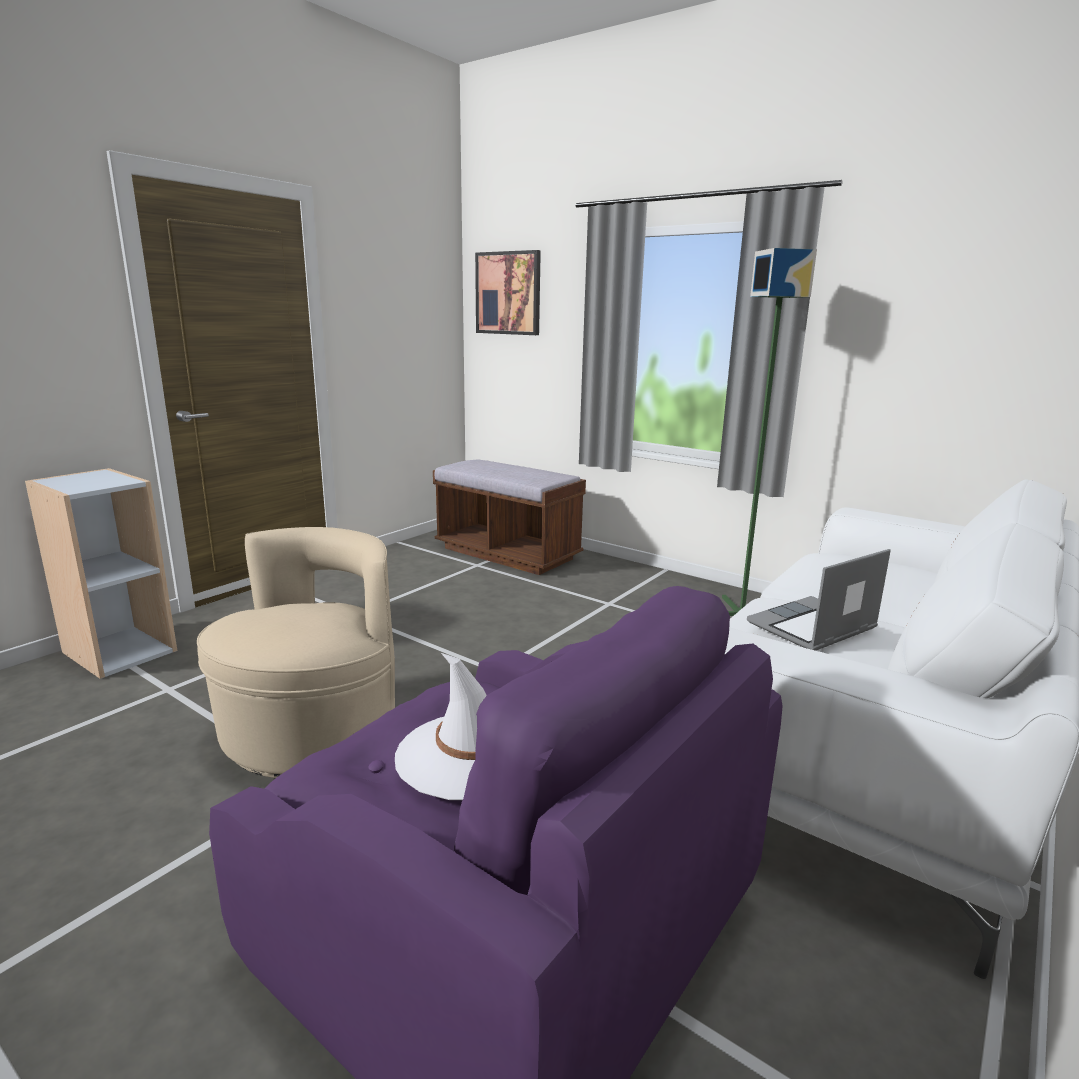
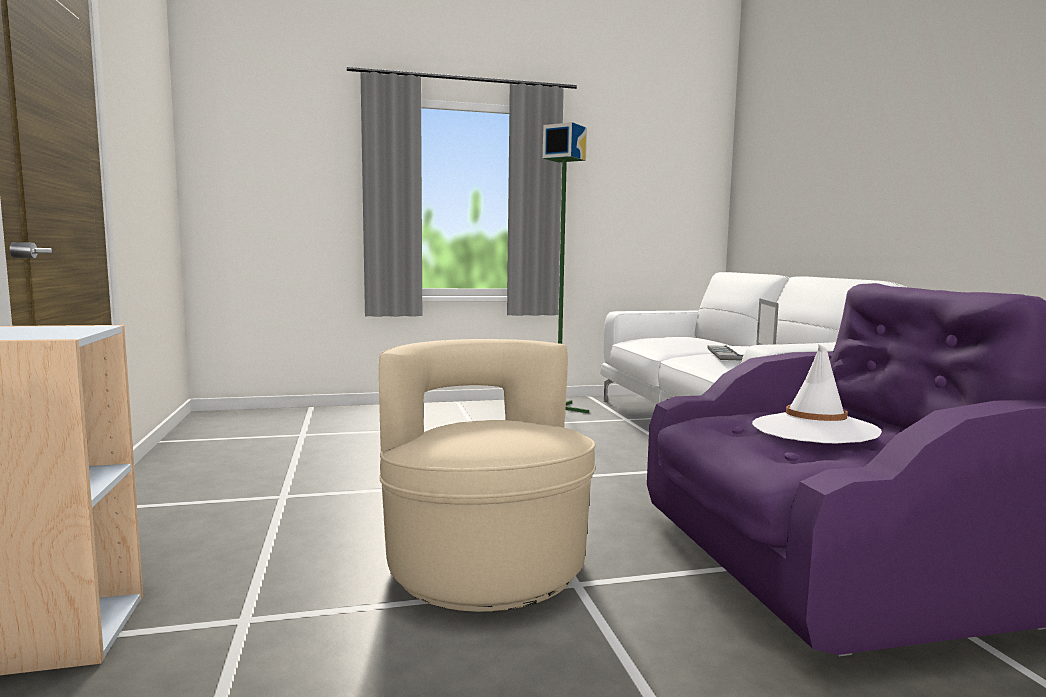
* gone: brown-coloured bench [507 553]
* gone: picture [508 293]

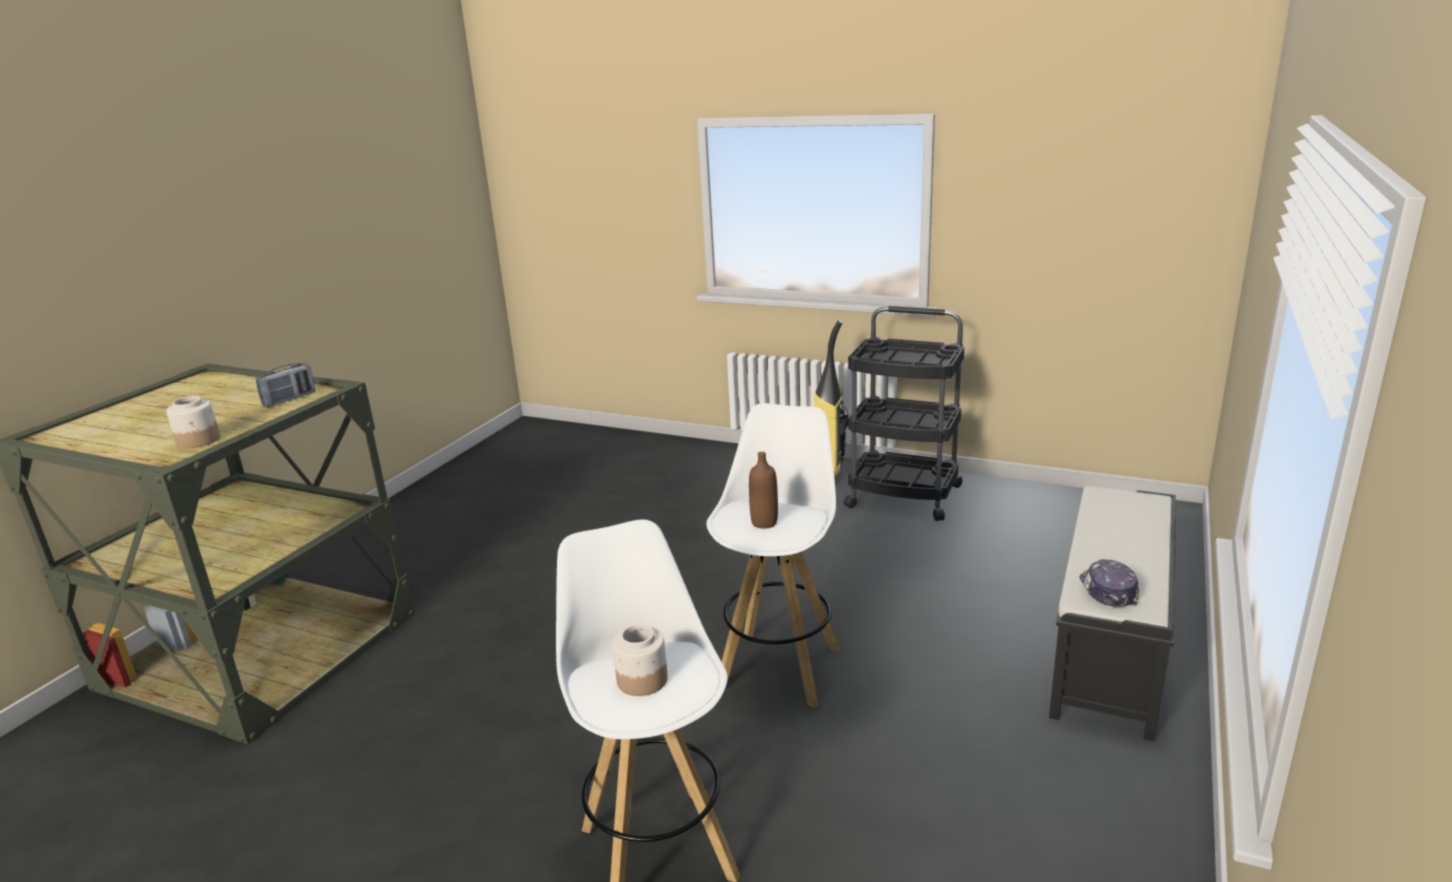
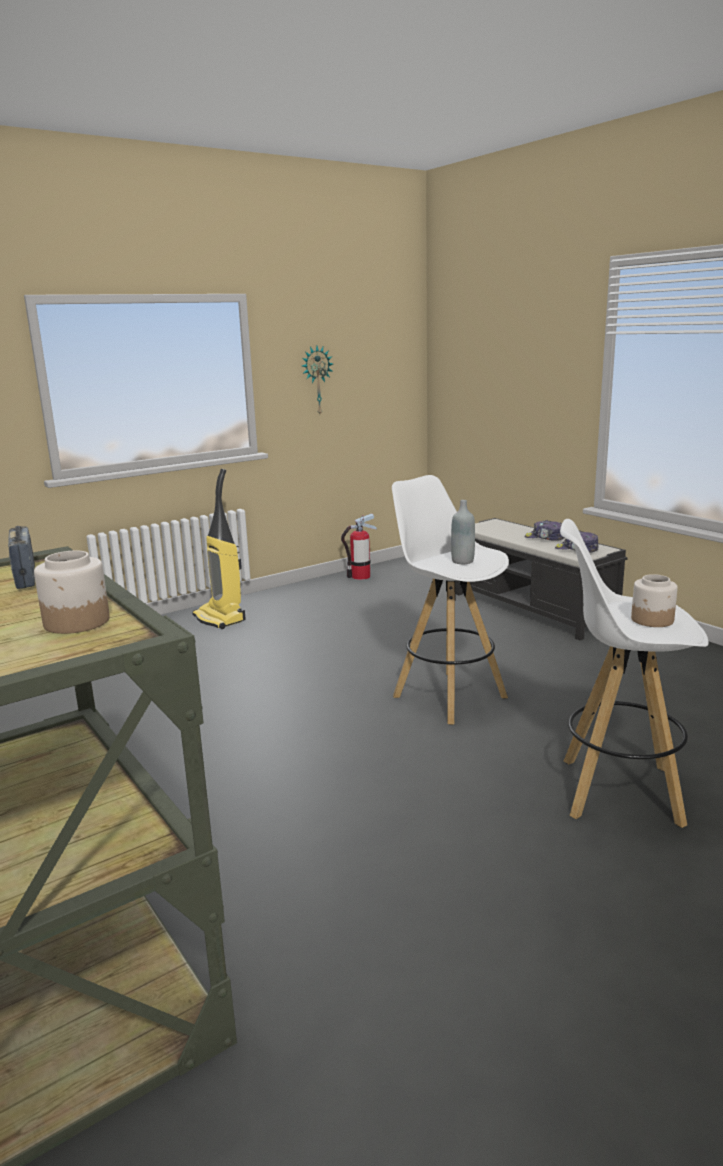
* new: hanging clock [316 380]
* new: fire extinguisher [360 576]
* repainted: brown-coloured bottle [764 522] to greyish bottle [462 561]
* new: peaked cap [545 538]
* gone: blackish cart [902 496]

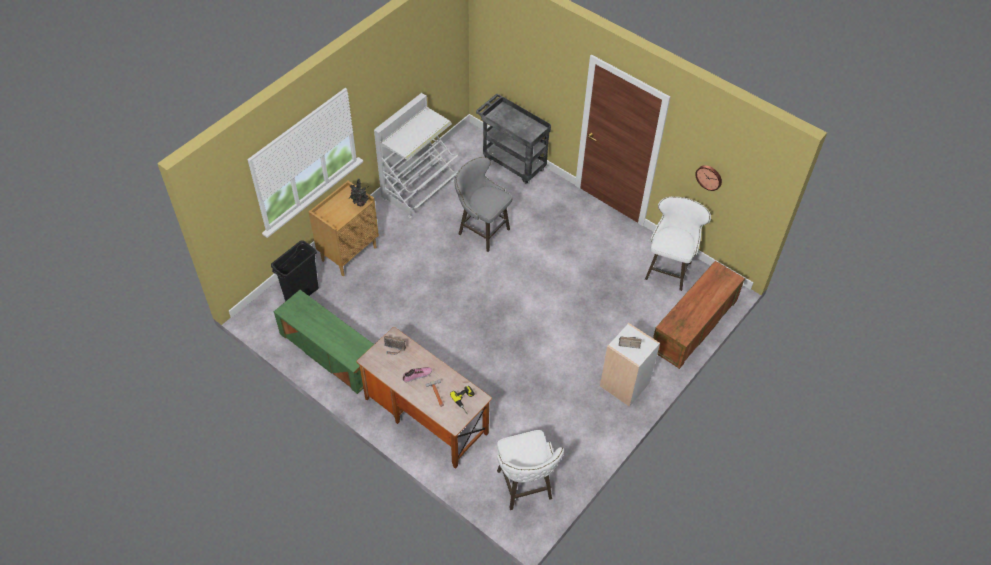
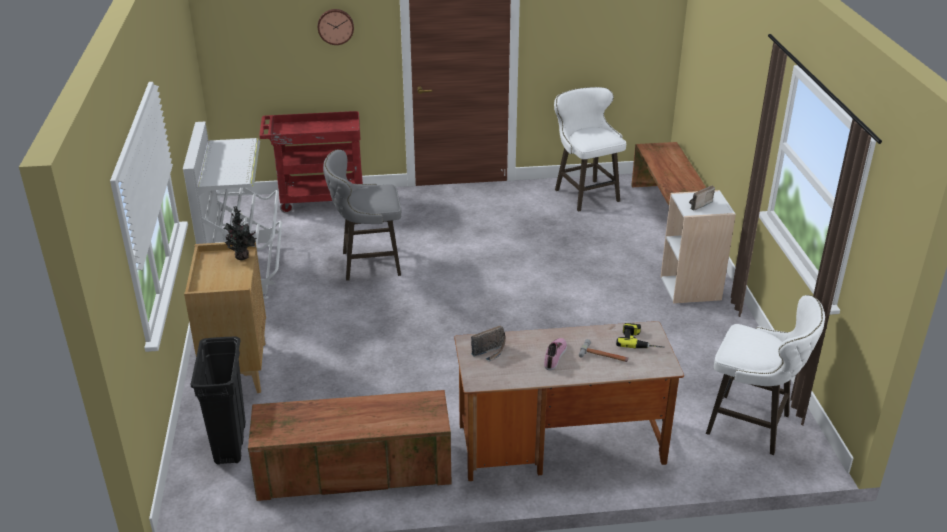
* repainted: green bench [329 352] to brown-coloured bench [353 471]
* repainted: blackish cart [511 164] to red cart [318 203]
* shifted: hanging clock [709 177] to [335 26]

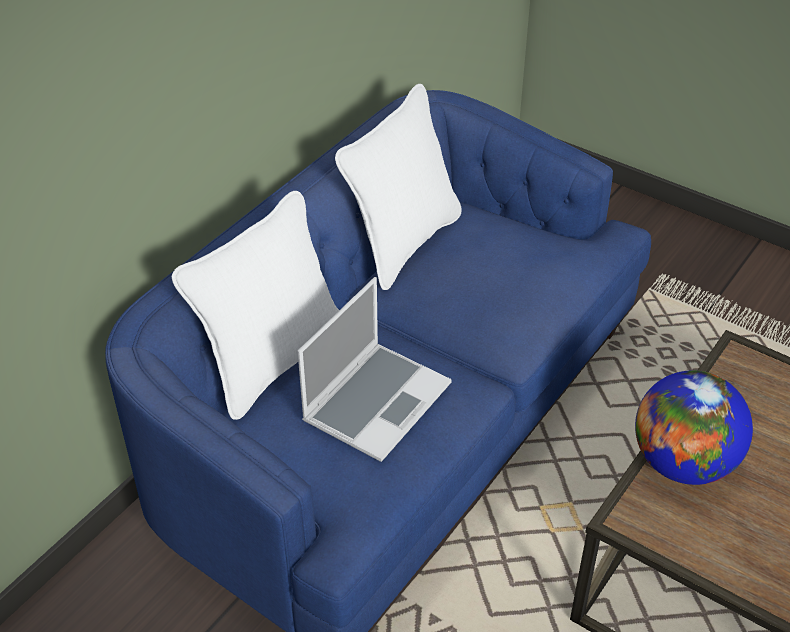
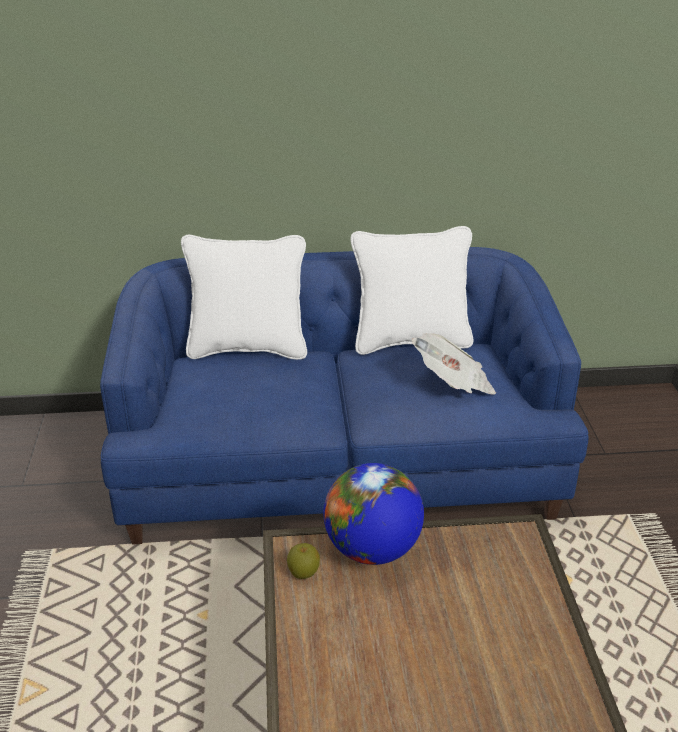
* new: apple fruit [303 572]
* new: newspaper [453 384]
* gone: portable computer [376 401]

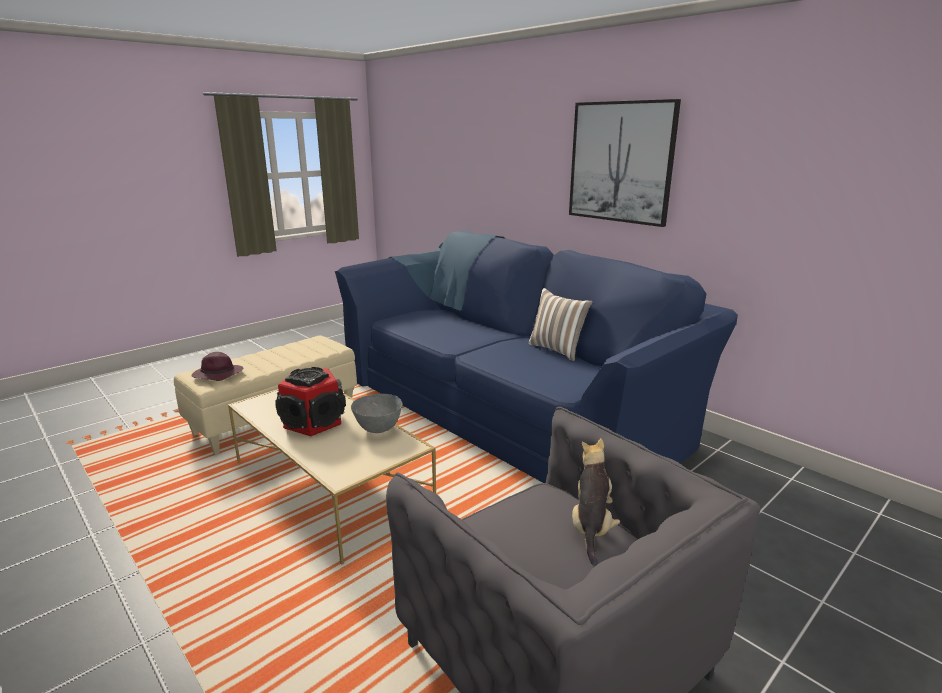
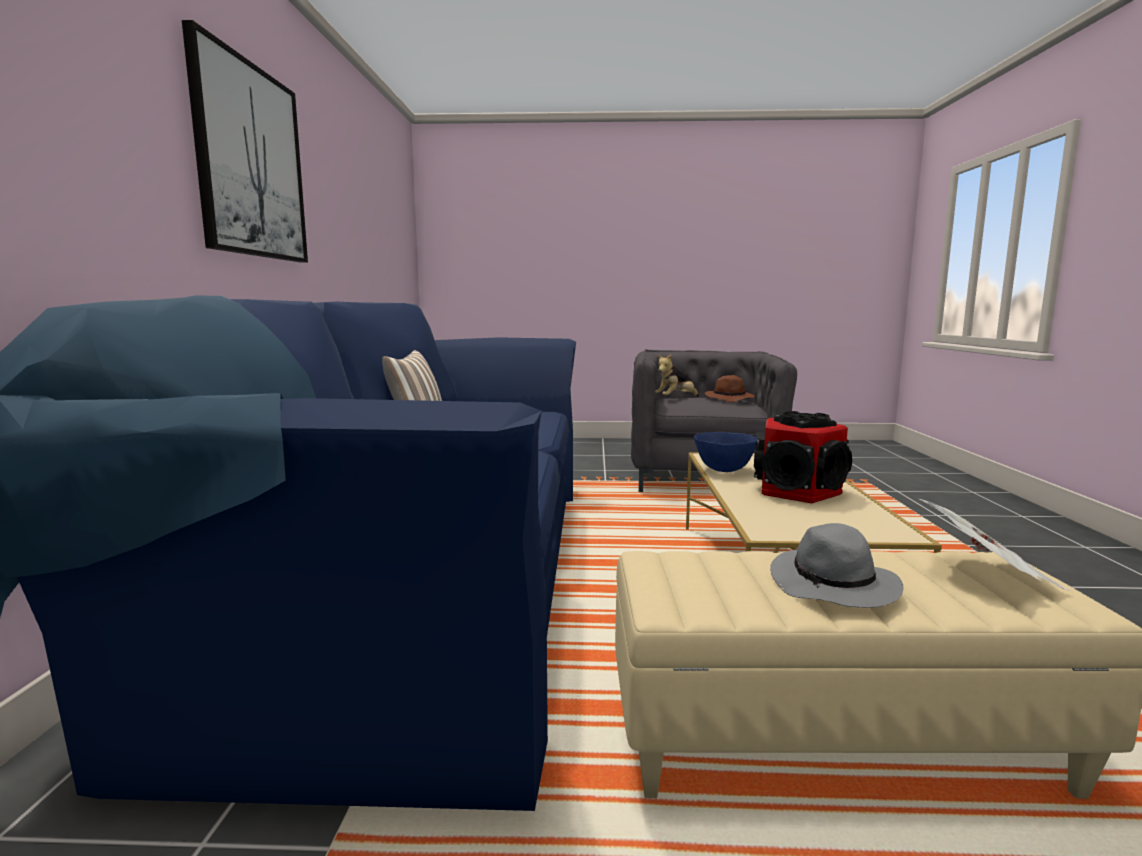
* repainted: greyish bowl [378 429] to bluish bowl [724 470]
* new: brown-coloured clothing hat [730 398]
* new: greyish clothing hat [834 586]
* swapped: purple-coloured clothing hat [217 375] to newspaper [987 576]

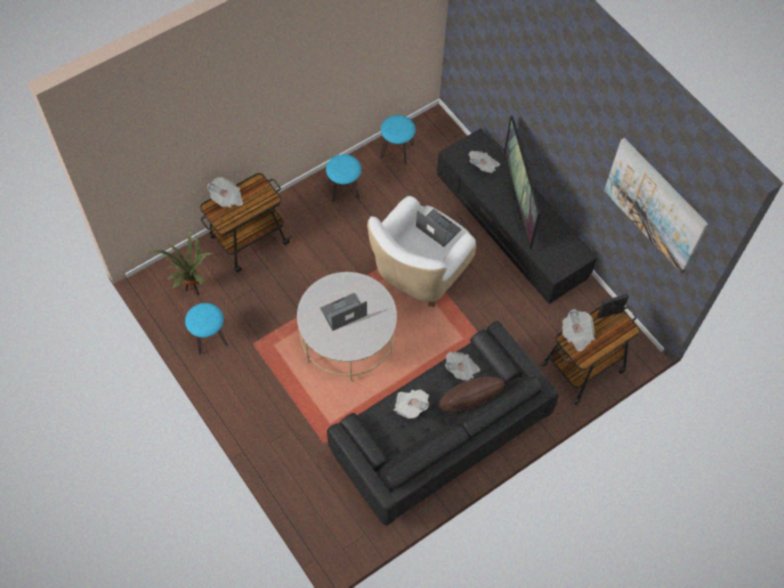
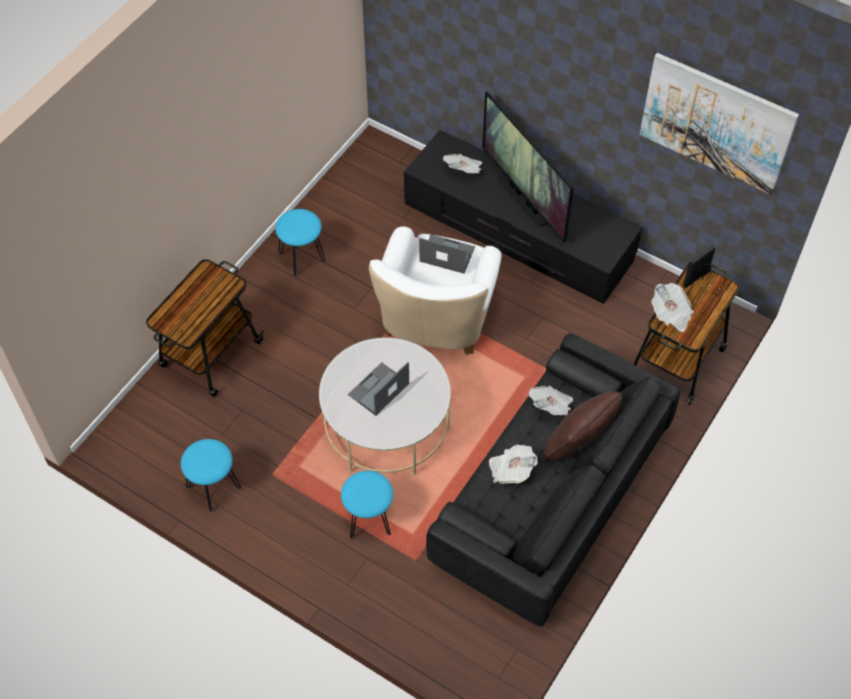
* shifted: turquoise-coloured sitting stool [397 151] to [369 519]
* gone: houseplant [193 289]
* gone: newspaper [227 198]

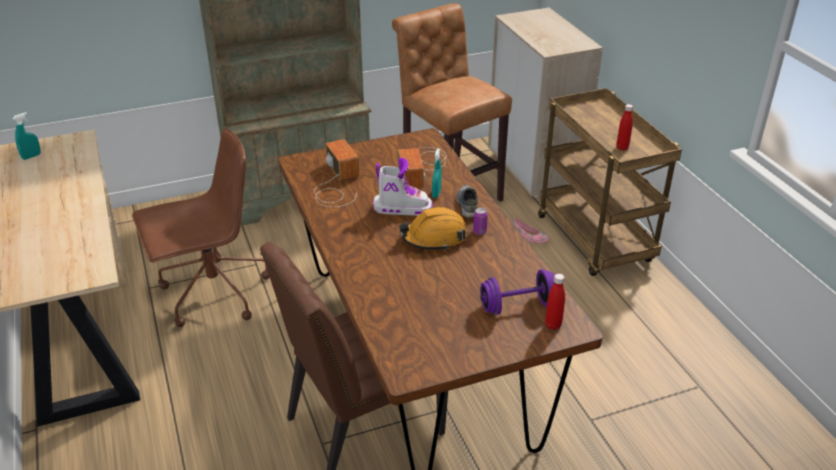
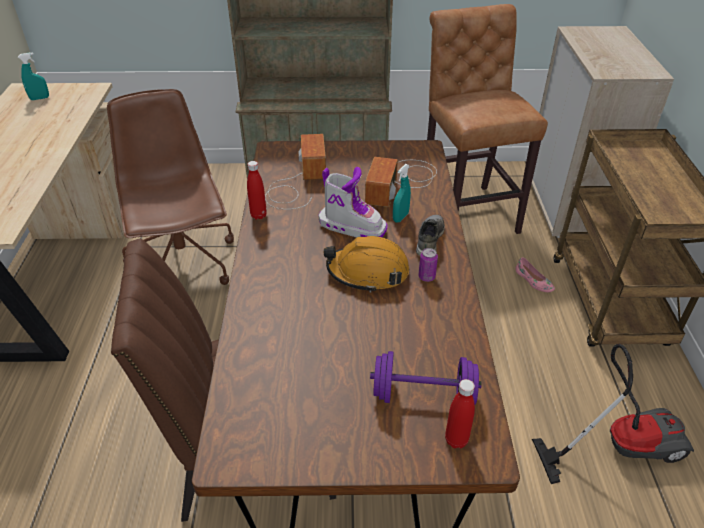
* rotated: brown-coloured desk chair [210 295] = [185 267] 105 degrees counterclockwise
* shifted: red bottle [622 147] to [258 215]
* new: hoover [619 444]

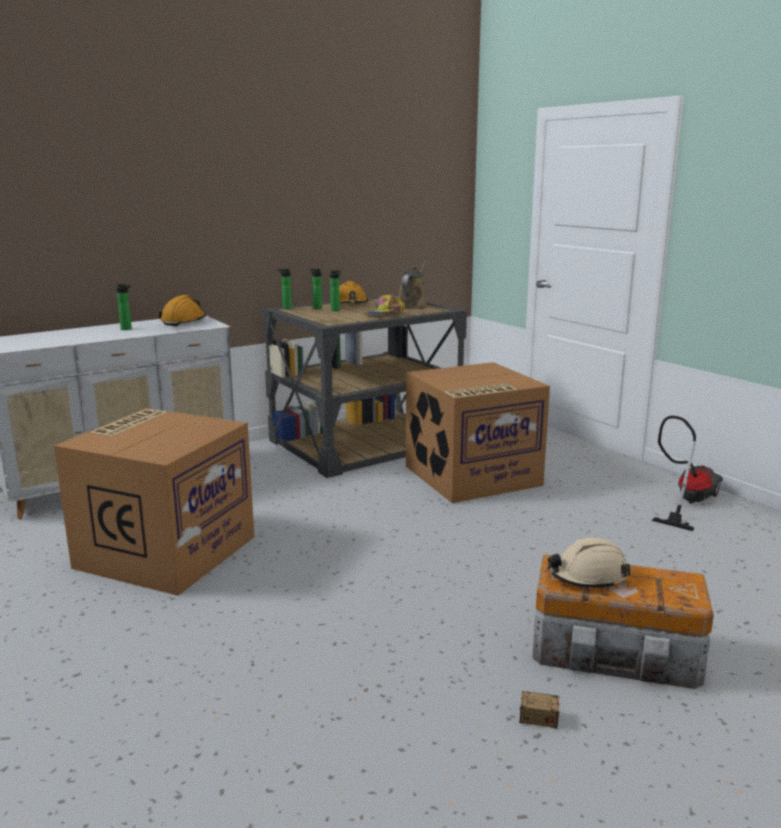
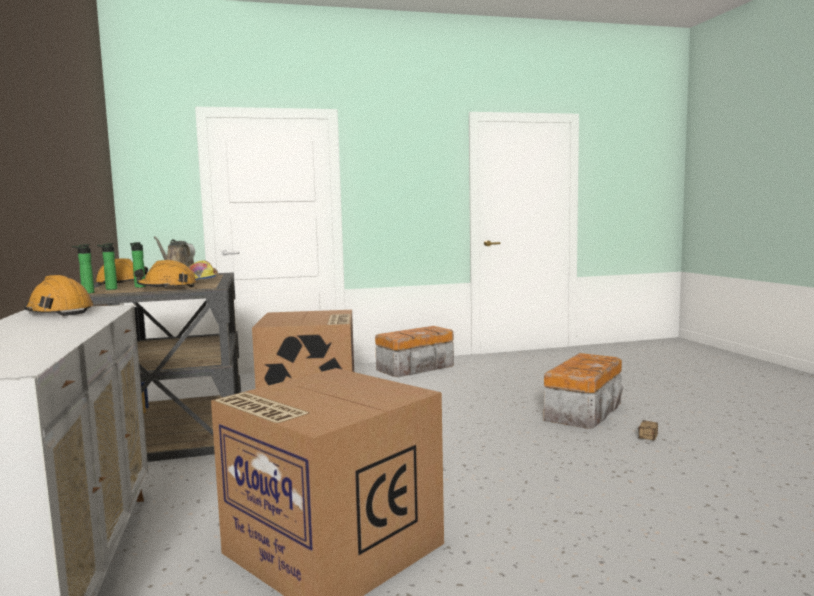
* new: orangey hard hat [167 287]
* swapped: hoover [686 501] to storage container [417 368]
* gone: bottle [127 329]
* gone: beige-coloured hard hat [587 576]

